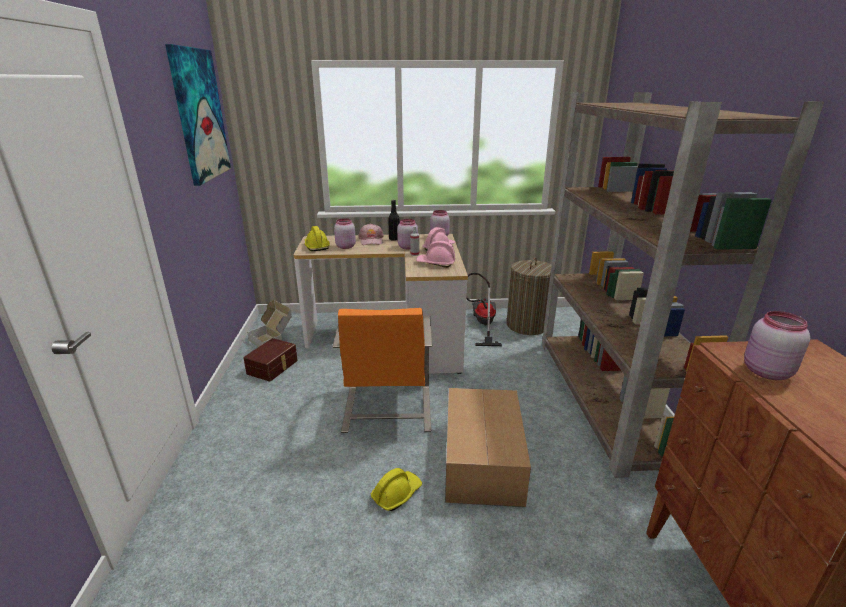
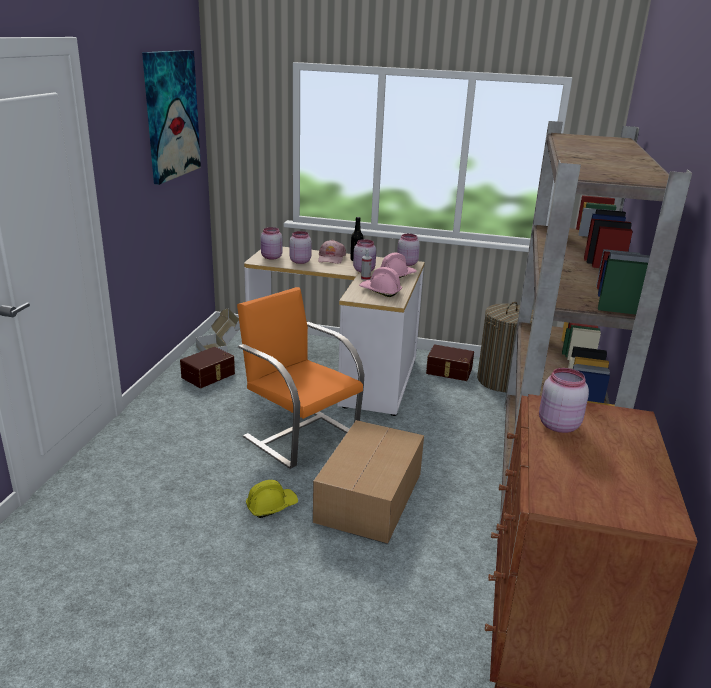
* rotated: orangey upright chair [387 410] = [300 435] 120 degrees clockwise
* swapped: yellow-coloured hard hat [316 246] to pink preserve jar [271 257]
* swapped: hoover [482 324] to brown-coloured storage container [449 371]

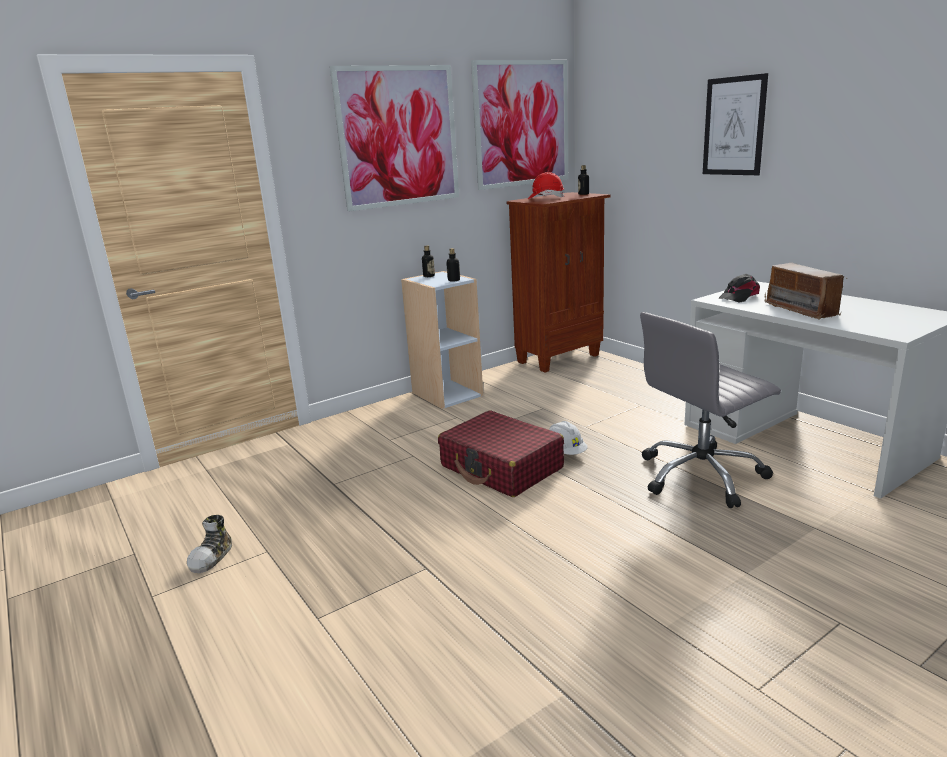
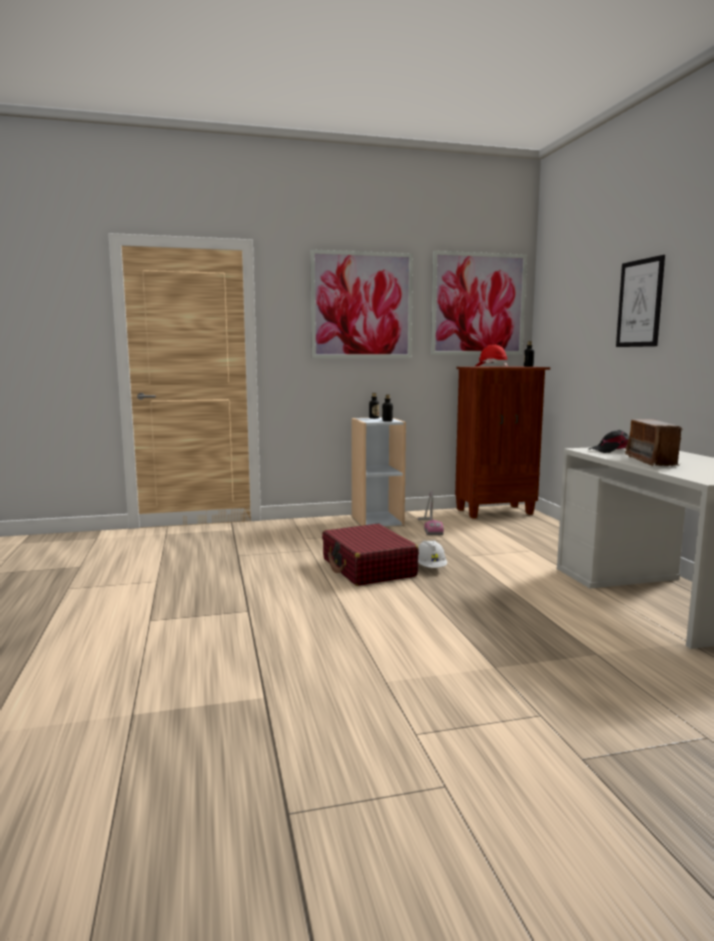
* new: hoover [429 527]
* gone: shoe [212 556]
* gone: greyish desk chair [701 476]

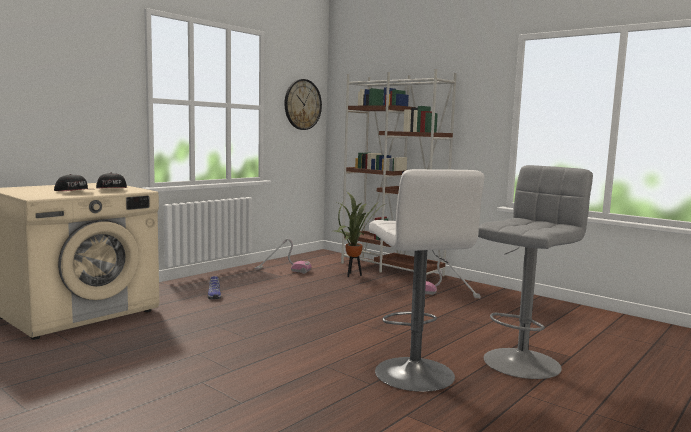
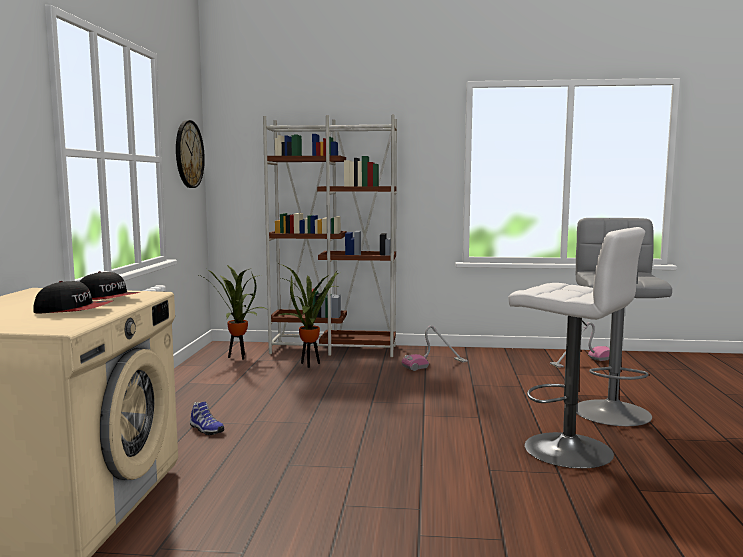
* new: houseplant [238 357]
* shifted: hoover [282 270] to [582 362]

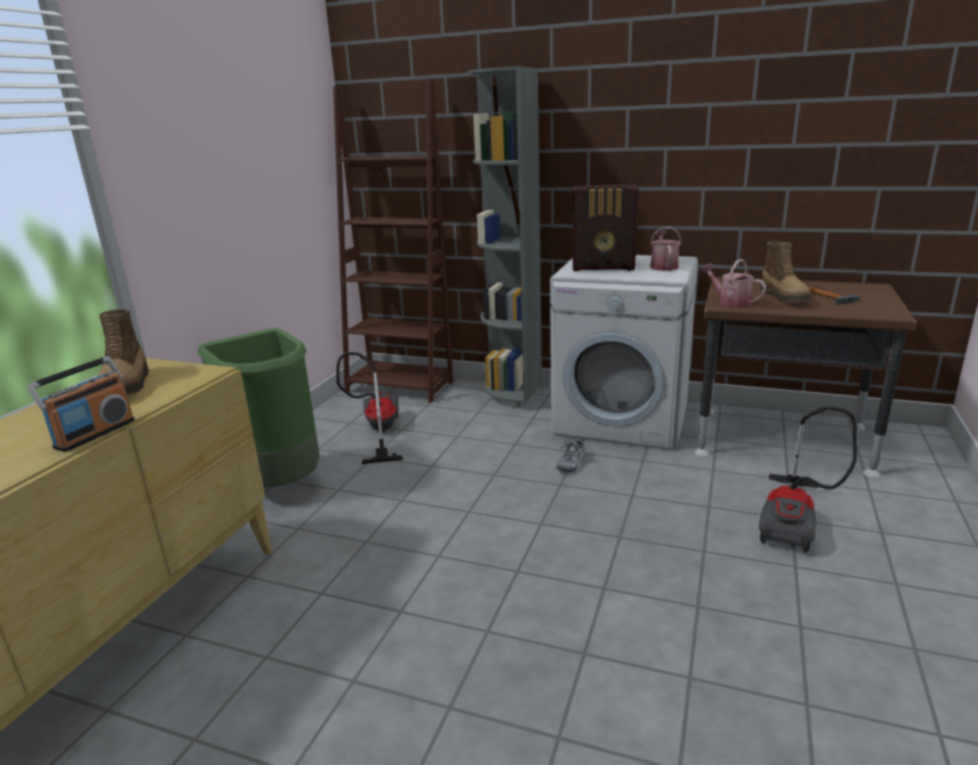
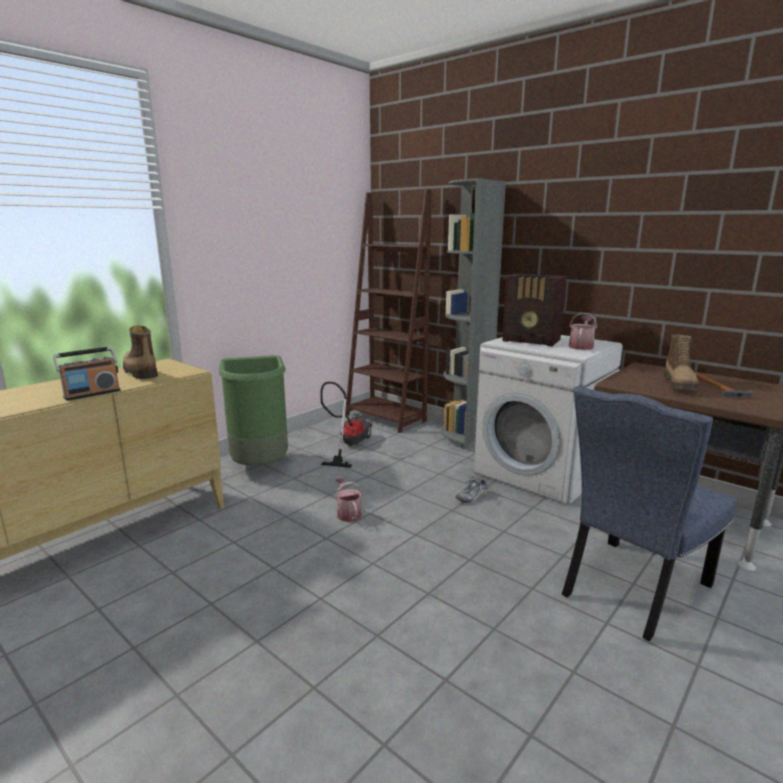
* rotated: tall boot [126 386] = [139 372] 135 degrees clockwise
* shifted: watering can [730 302] to [348 513]
* swapped: hoover [794 521] to bluish upright chair [634 586]

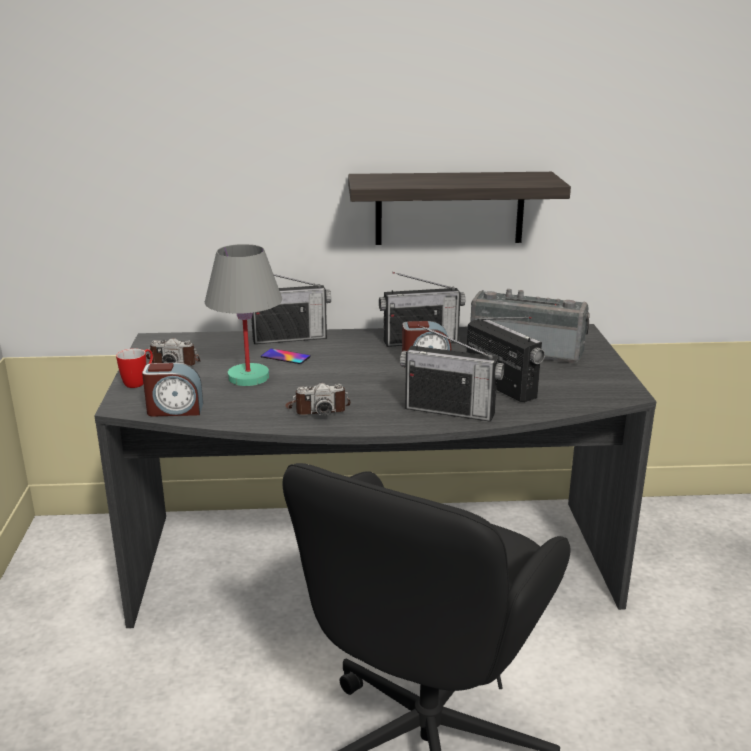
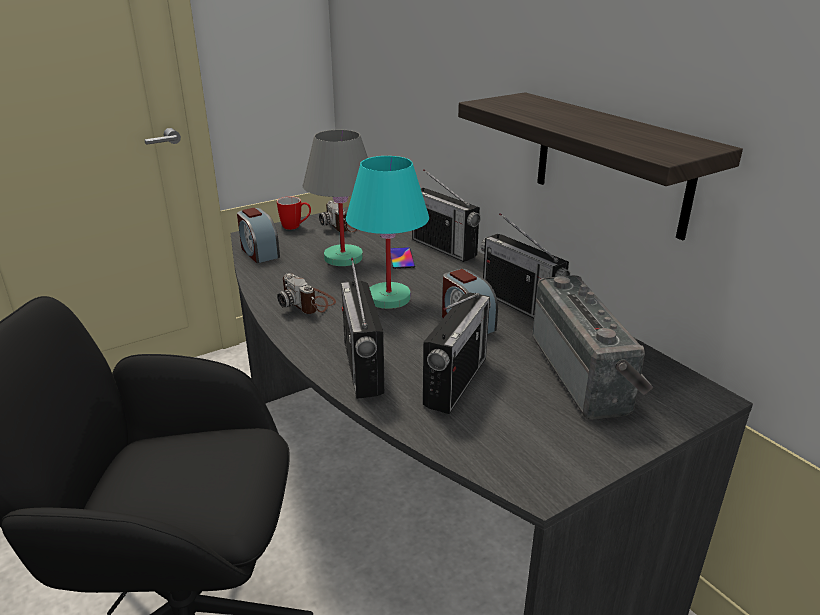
* new: turquoise-coloured lamp for a table [387 298]

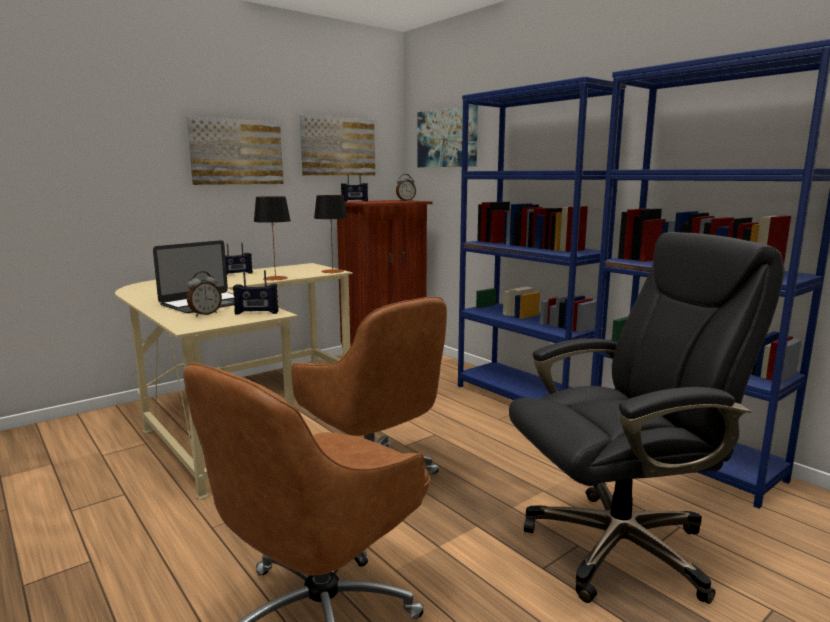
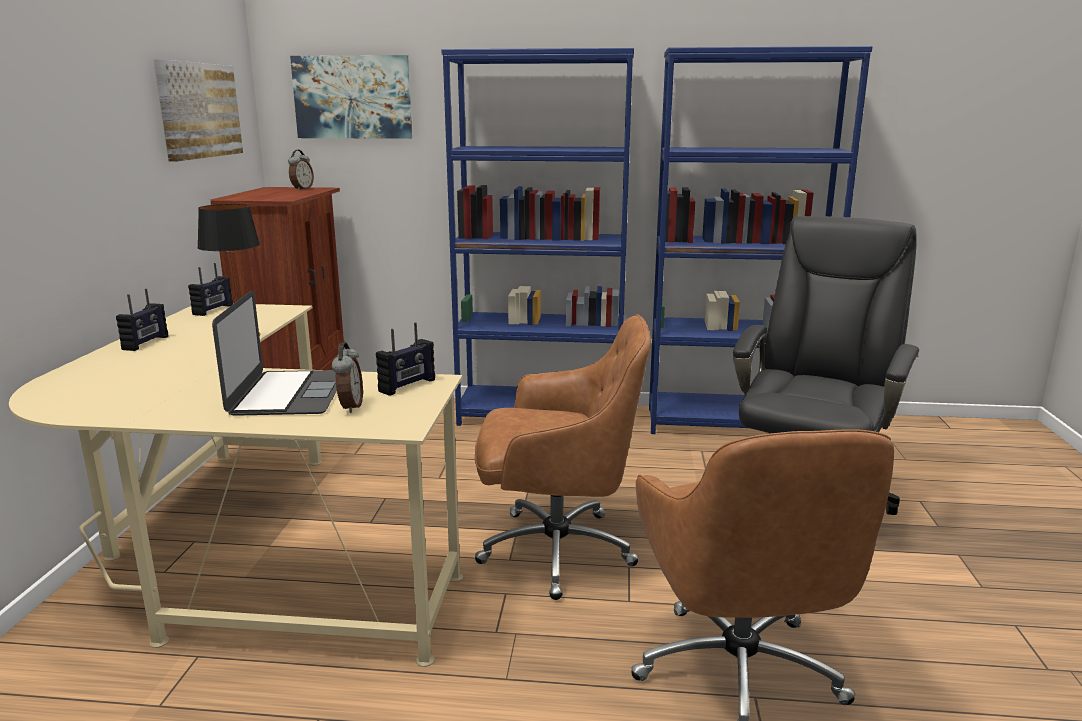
* shifted: radio set [354 201] to [213 310]
* gone: picture [236 152]
* gone: lamp for a table [332 271]

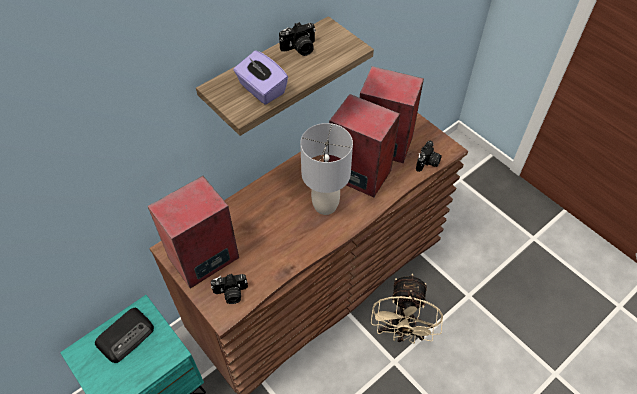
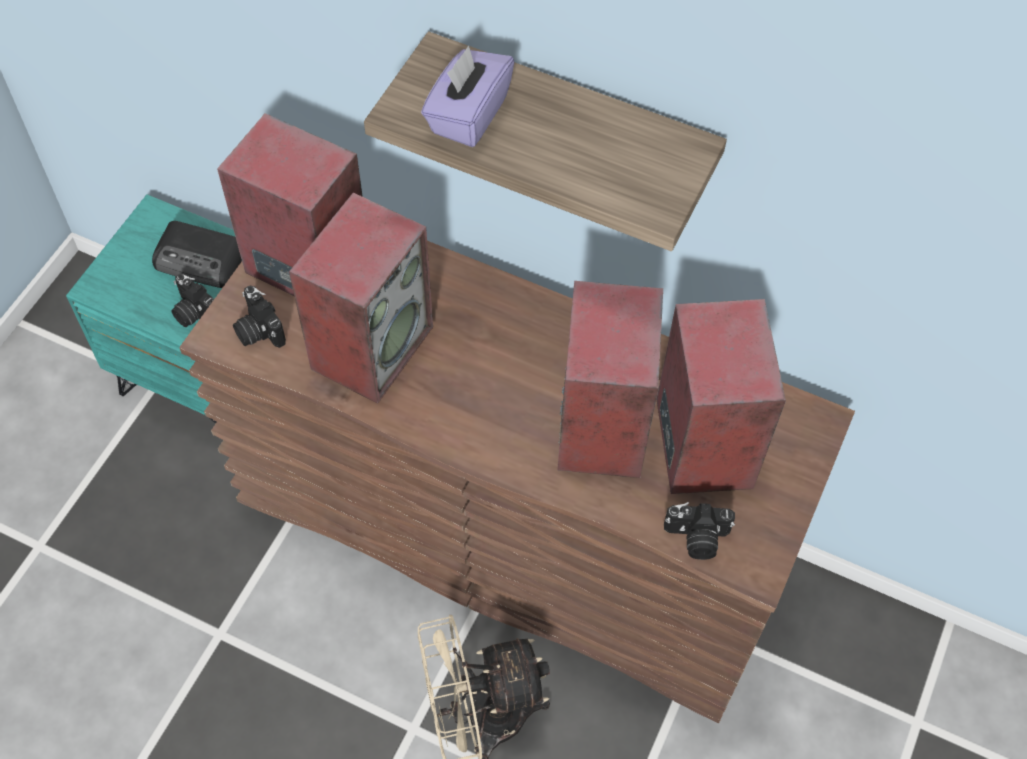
* shifted: photo camera [299 49] to [193 312]
* new: audio speaker [372 345]
* gone: greyish lamp for a table [325 205]

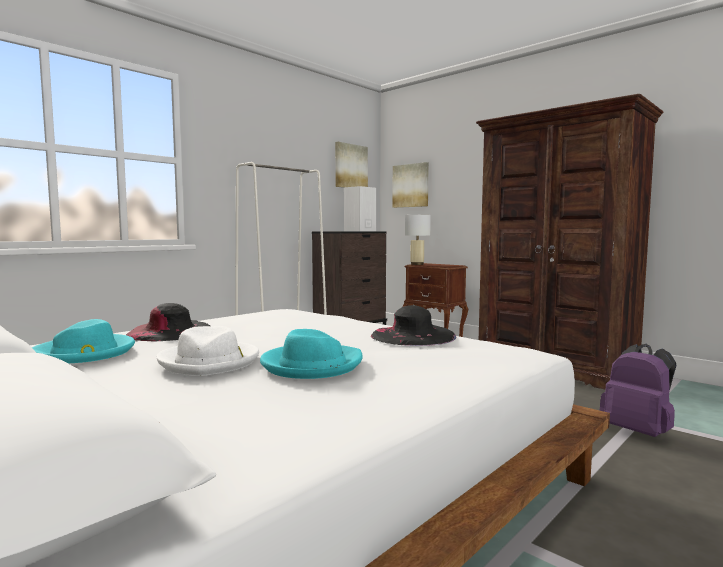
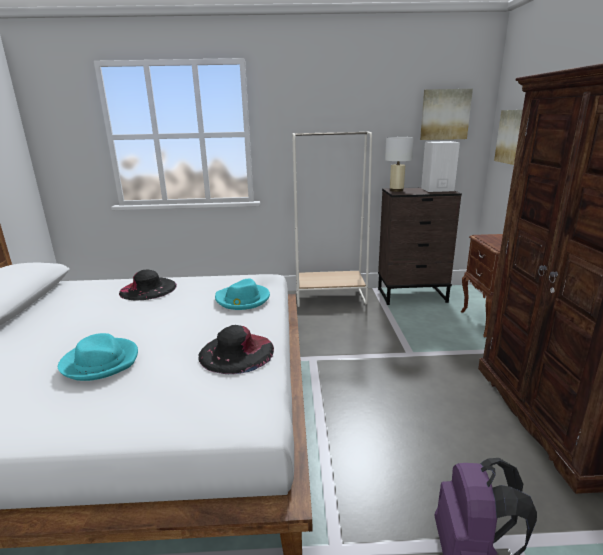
* shifted: turquoise-coloured clothing hat [85 353] to [242 299]
* shifted: white-coloured lamp for a table [417 264] to [396 190]
* gone: white-coloured clothing hat [210 362]

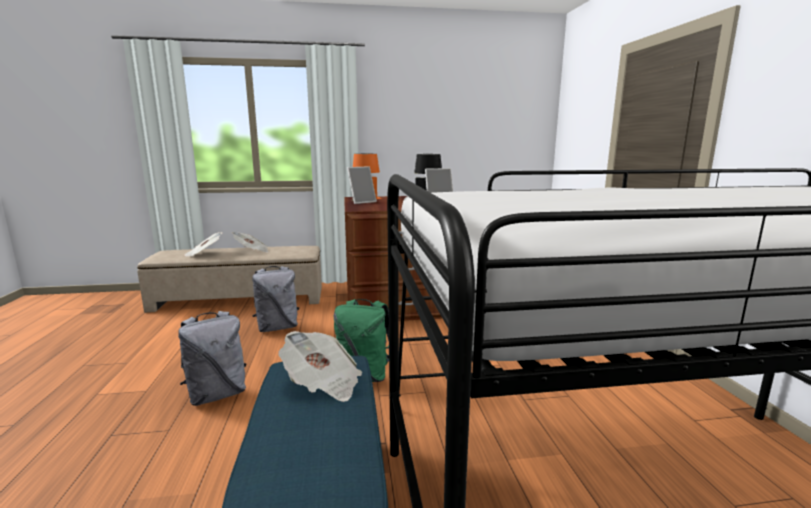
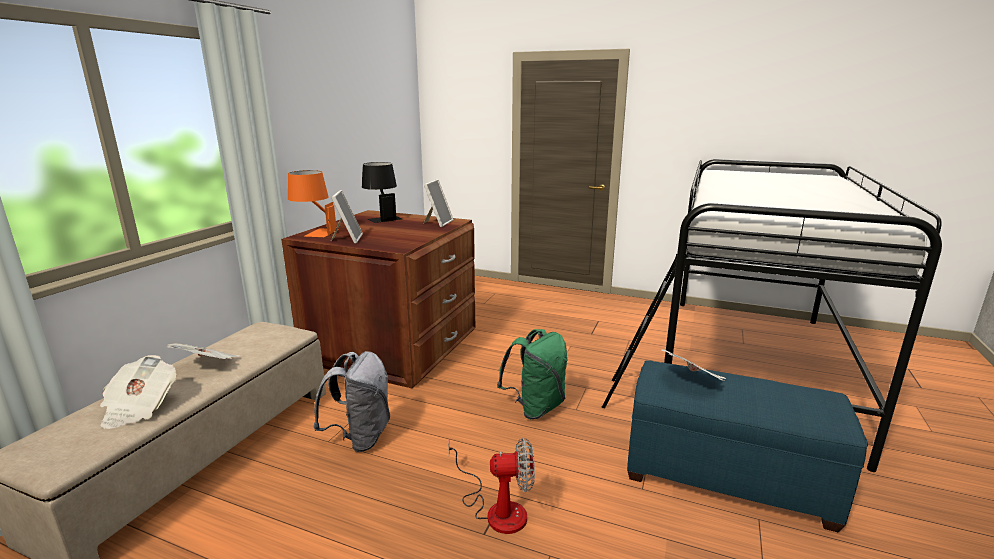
* swapped: greyish rucksack [217 394] to cooling fan [497 509]

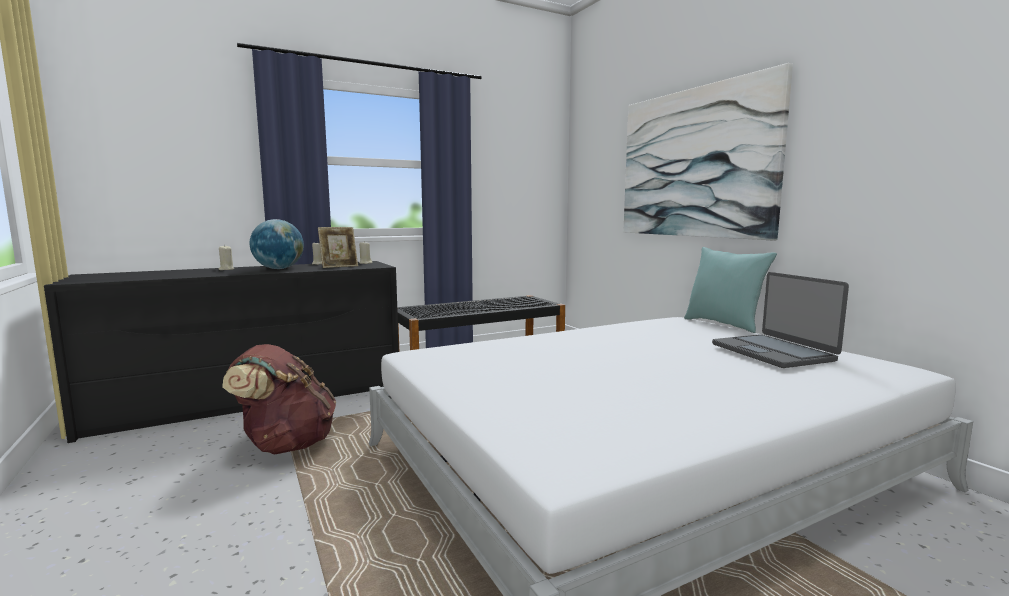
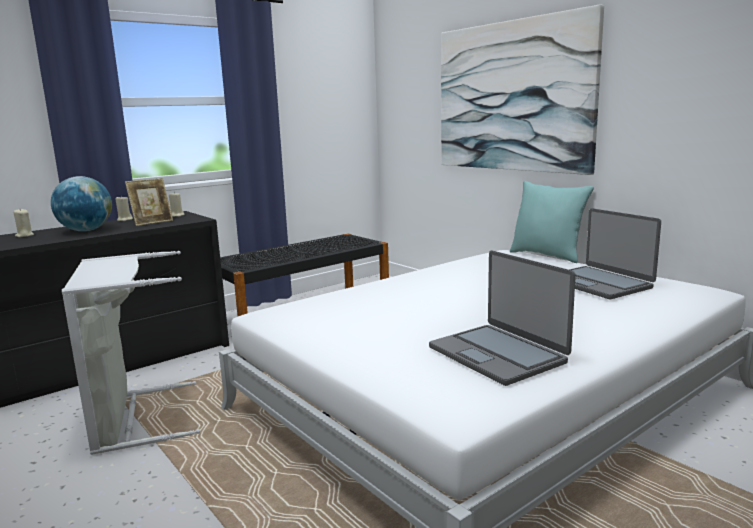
* swapped: brown-coloured rucksack [286 445] to greyish laundry basket [133 419]
* new: portable computer [498 355]

